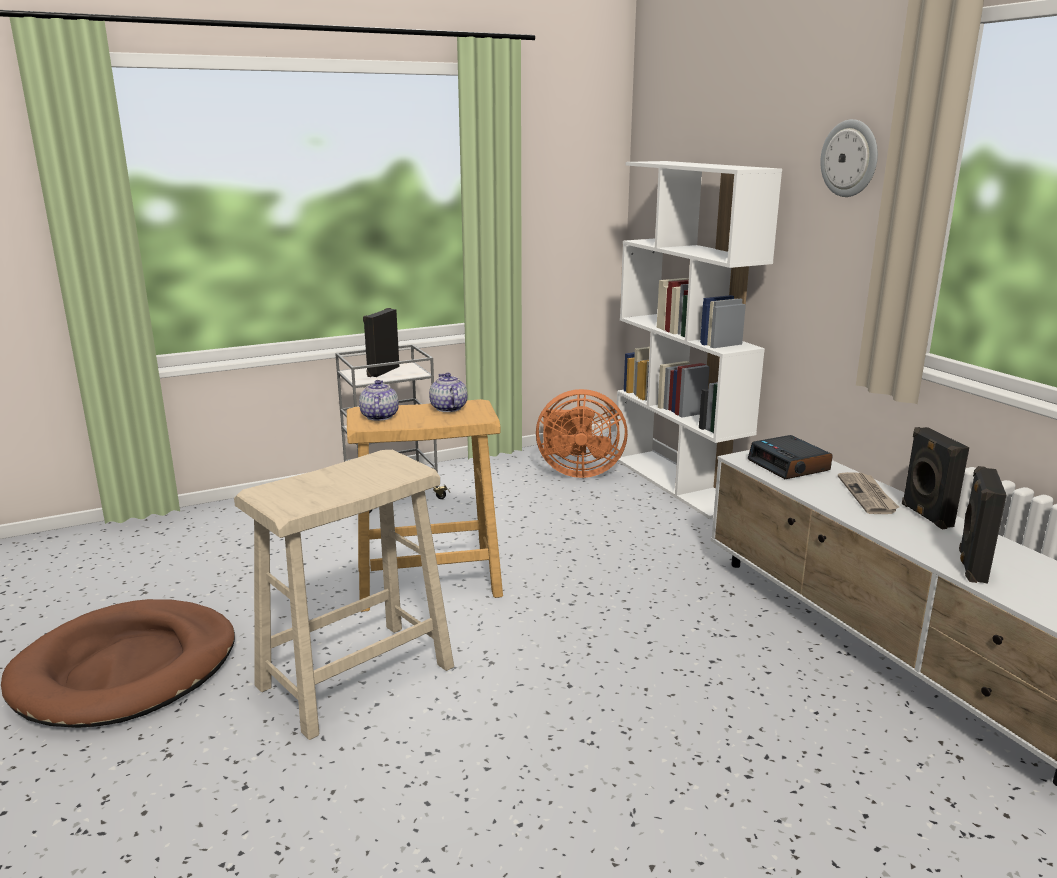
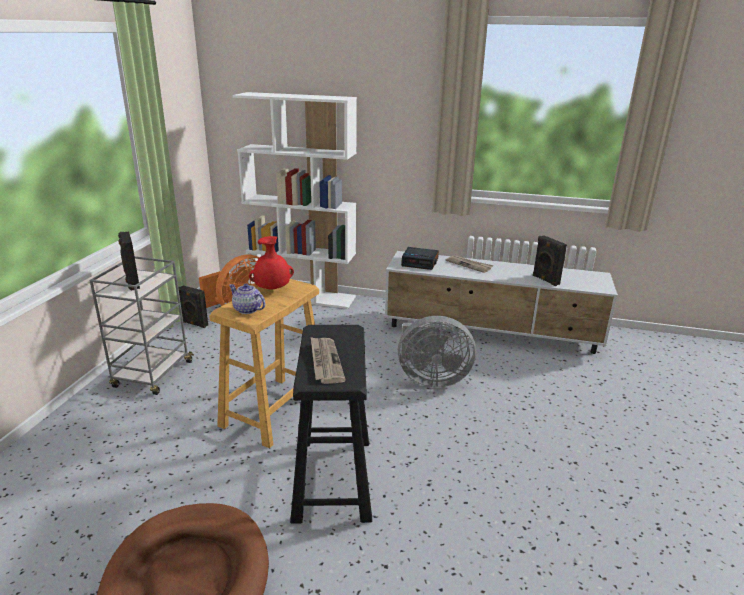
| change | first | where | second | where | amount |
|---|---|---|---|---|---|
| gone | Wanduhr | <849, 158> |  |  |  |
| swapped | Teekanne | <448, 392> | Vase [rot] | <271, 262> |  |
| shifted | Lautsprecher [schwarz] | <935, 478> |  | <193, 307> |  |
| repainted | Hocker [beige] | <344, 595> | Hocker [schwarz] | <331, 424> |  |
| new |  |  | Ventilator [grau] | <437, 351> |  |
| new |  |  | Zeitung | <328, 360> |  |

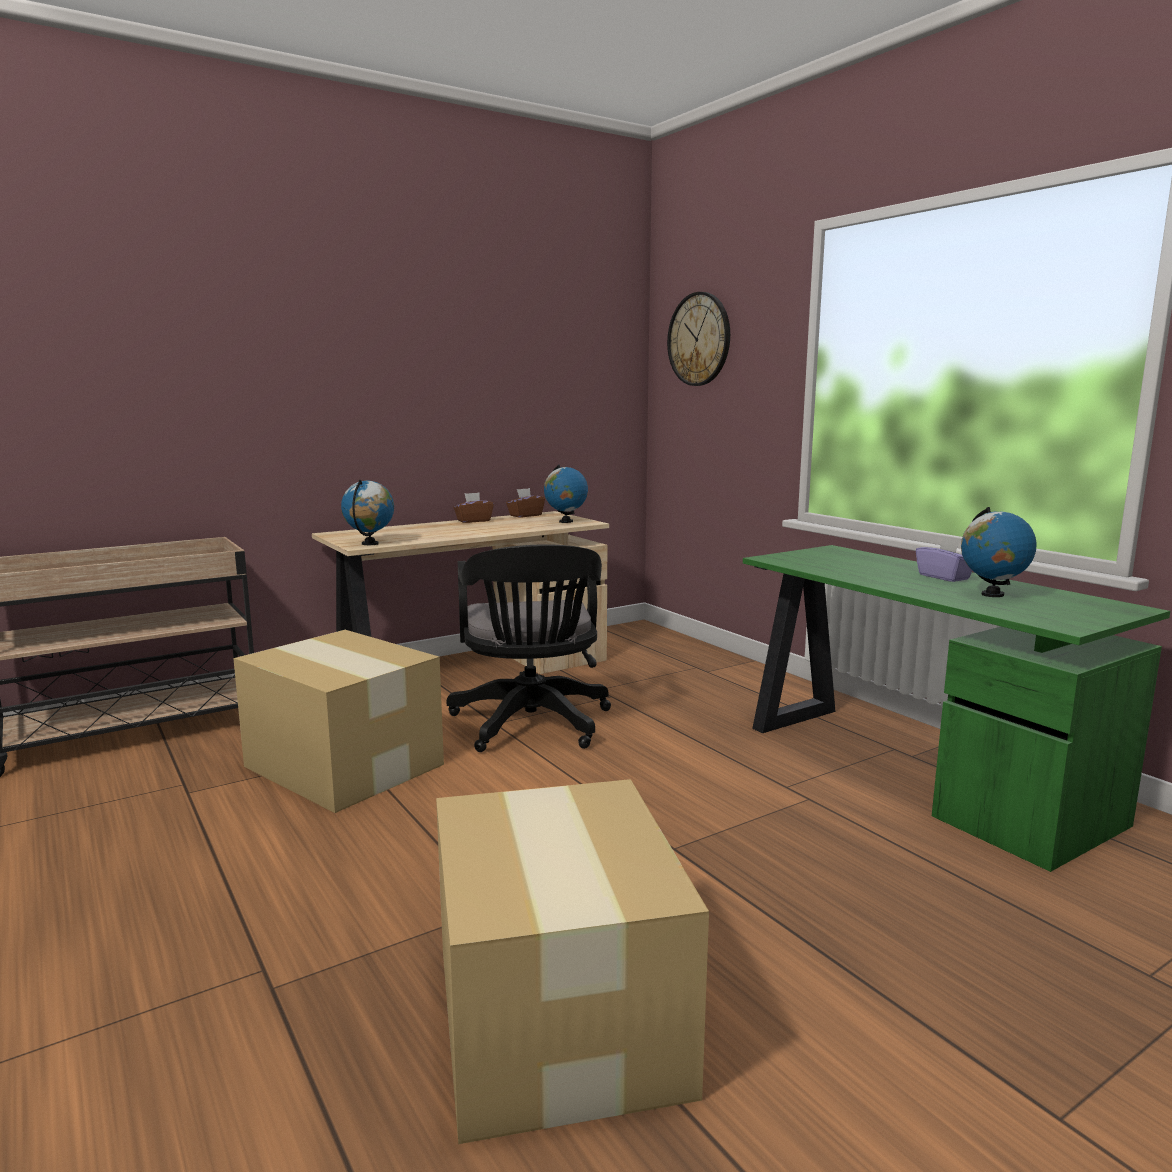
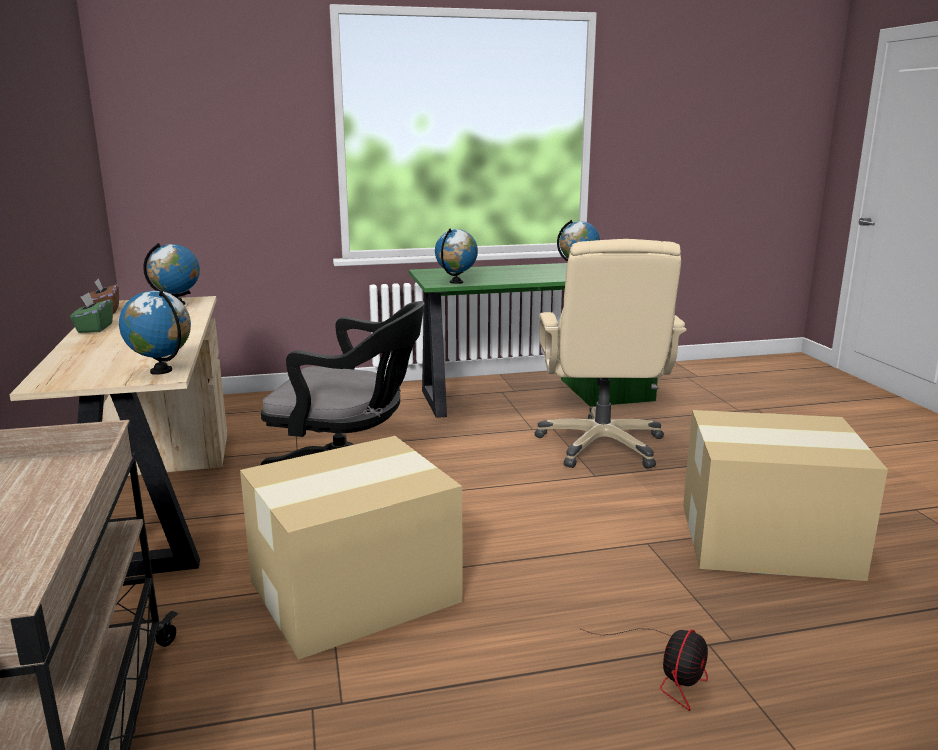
| change | first | where | second | where | amount |
|---|---|---|---|---|---|
| gone | Wanduhr | <698, 339> |  |  |  |
| repainted | Taschentuchbox [braun] | <473, 507> | Taschentuchbox [grün] | <91, 312> |  |
| gone | Taschentuchbox [lila] | <944, 559> |  |  |  |
| new |  |  | Globus | <456, 256> |  |
| new |  |  | Bürostuhl [beige] | <610, 354> |  |
| new |  |  | Ventilator | <644, 669> |  |

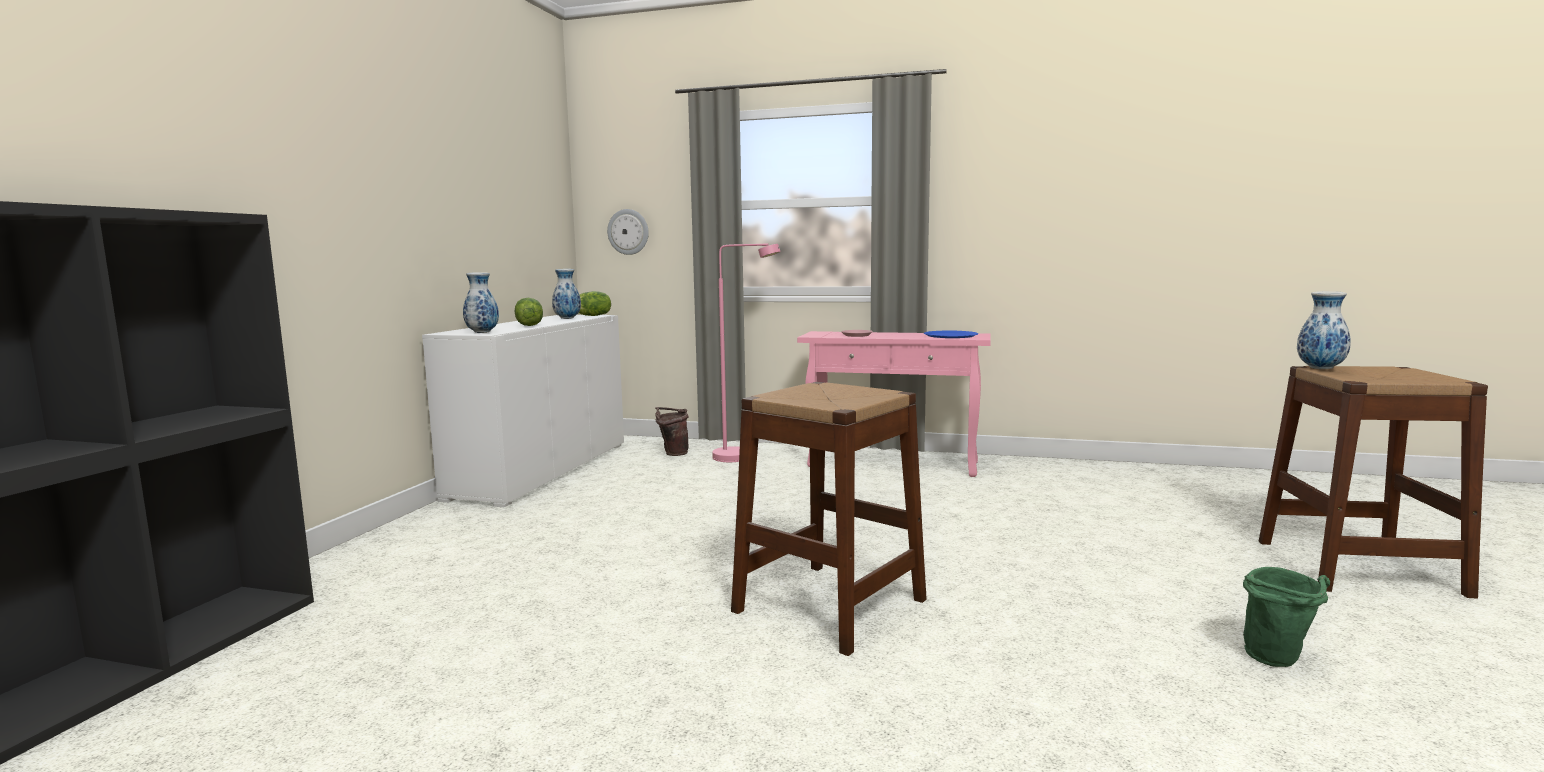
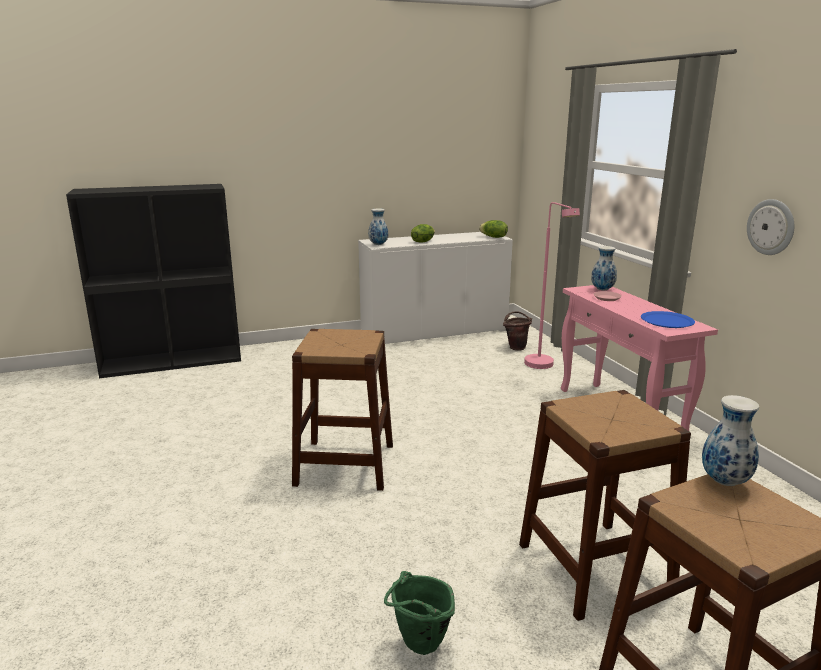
| change | first | where | second | where | amount |
|---|---|---|---|---|---|
| shifted | Wanduhr | <628, 232> |  | <770, 227> |  |
| shifted | Vase | <566, 294> |  | <604, 268> |  |
| new |  |  | Hocker [braun] | <605, 505> |  |

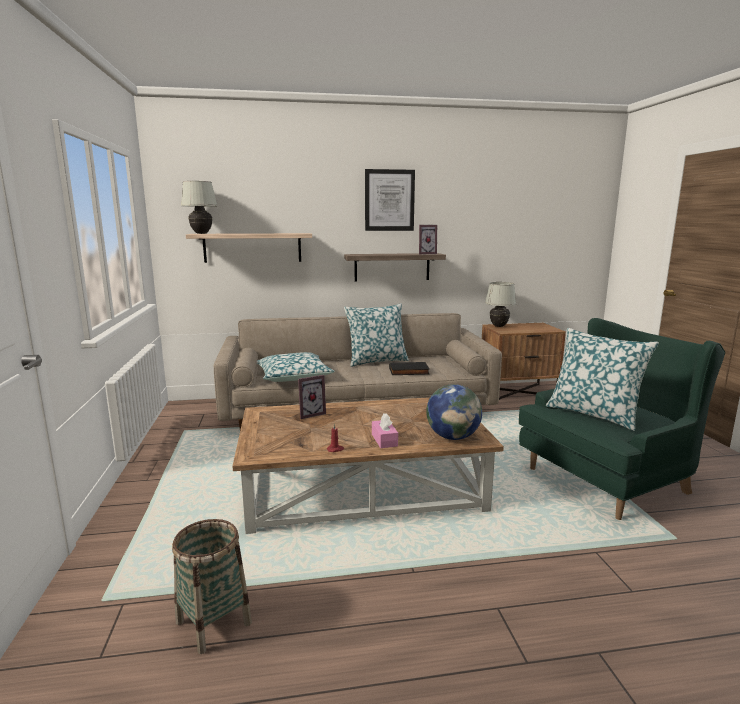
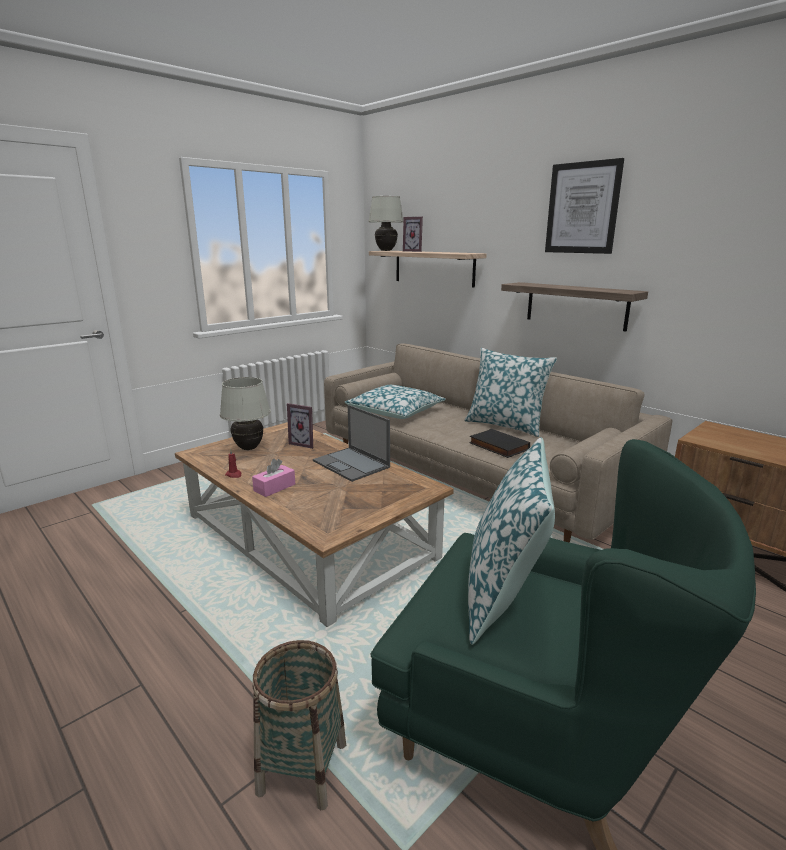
| change | first | where | second | where | amount |
|---|---|---|---|---|---|
| shifted | Bilderrahmen | <428, 240> |  | <413, 234> |  |
| shifted | Tischlampe [weiß] | <500, 304> |  | <245, 413> |  |
| gone | Globus | <454, 412> |  |  |  |
| shifted | Korb | <212, 586> |  | <299, 725> |  |
| new |  |  | Laptop | <351, 443> |  |

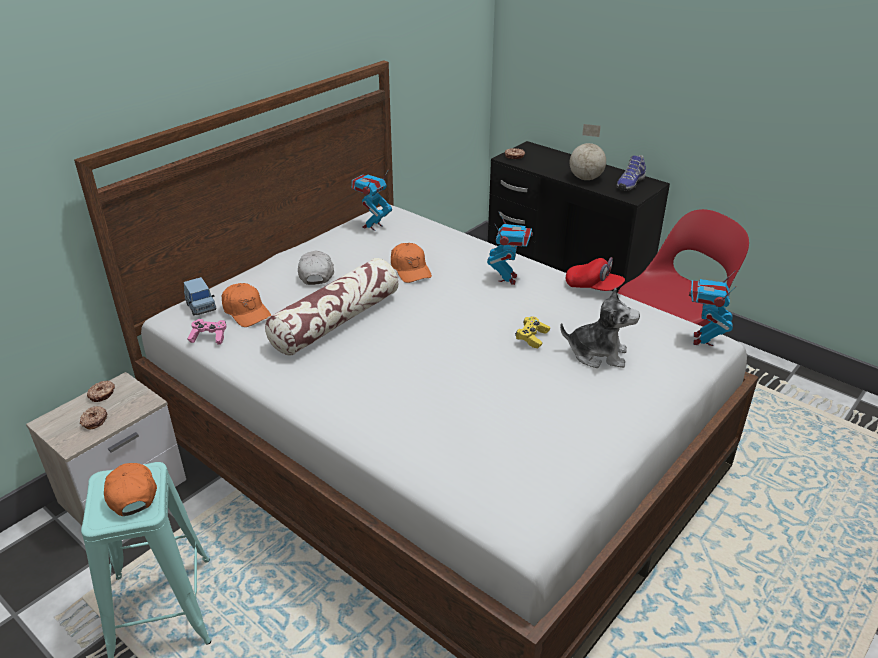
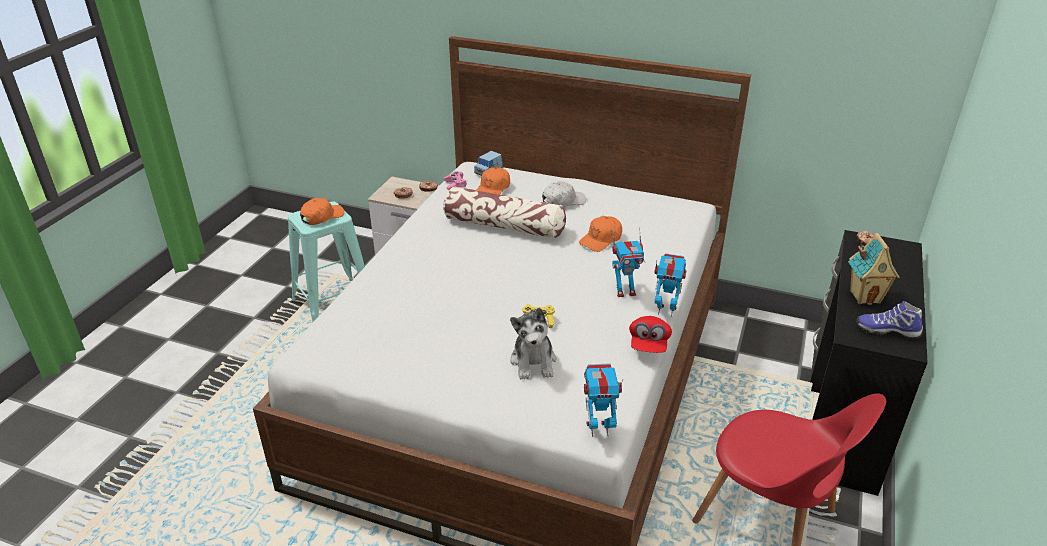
| change | first | where | second | where | amount |
|---|---|---|---|---|---|
| swapped | Globus | <588, 152> | Spielzeughaus | <874, 269> |  |
| shifted | Spielzeugroboter | <372, 201> |  | <670, 285> |  |

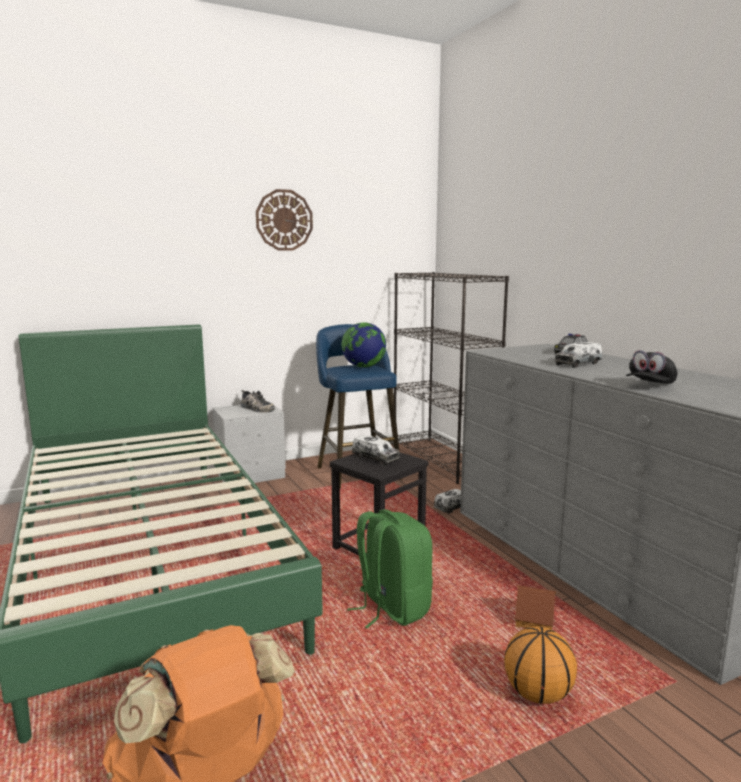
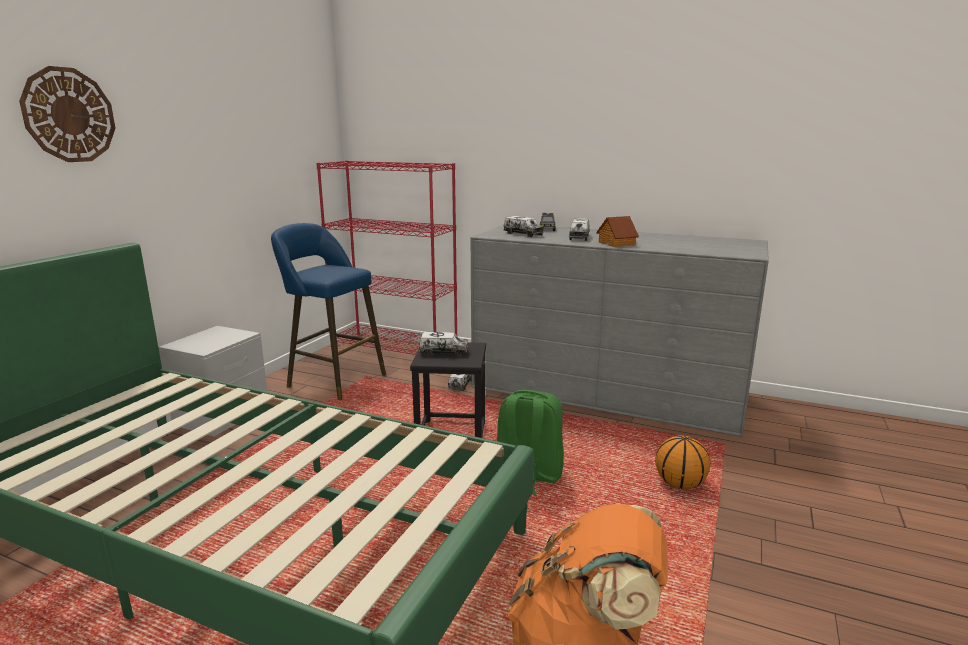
| change | first | where | second | where | amount |
|---|---|---|---|---|---|
| shifted | Wanduhr | <284, 220> |  | <67, 114> |  |
| repainted | Bücherregal [schwarz] | <451, 378> | Bücherregal [rot] | <386, 257> |  |
| gone | Globus | <363, 344> |  |  |  |
| gone | Kappe [schwarz] | <651, 367> |  |  |  |
| gone | Schuh | <258, 401> |  |  |  |
| shifted | Spielzeughaus | <535, 607> |  | <617, 231> |  |
| new |  |  | Spielzeuglaster | <523, 226> |  |

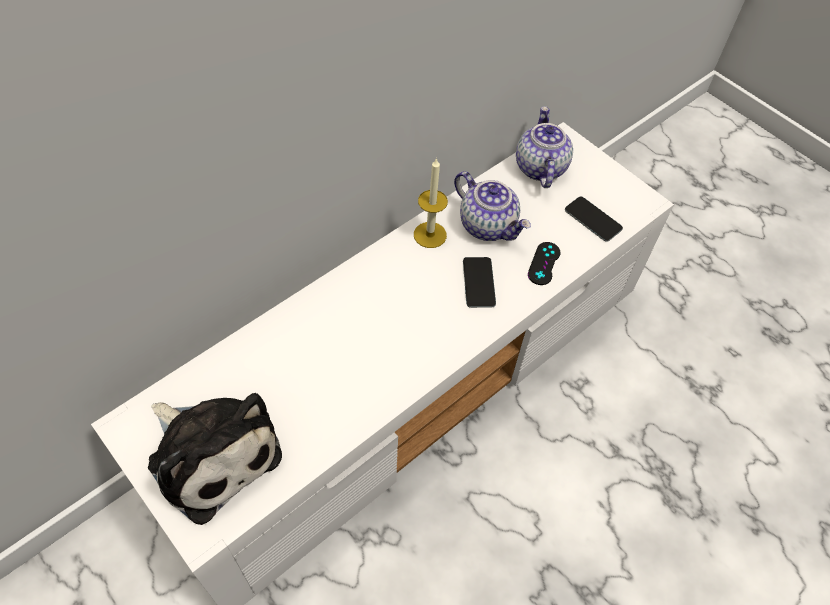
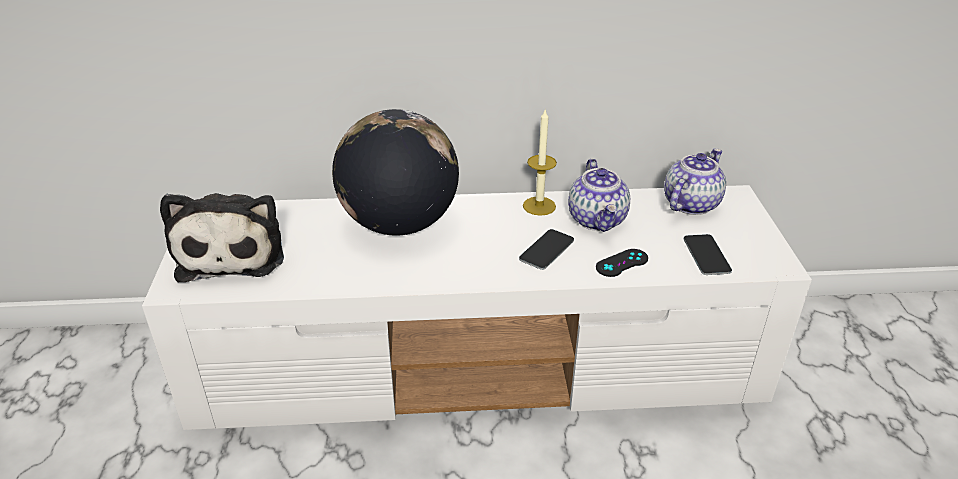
| change | first | where | second | where | amount |
|---|---|---|---|---|---|
| new |  |  | Globus | <395, 172> |  |

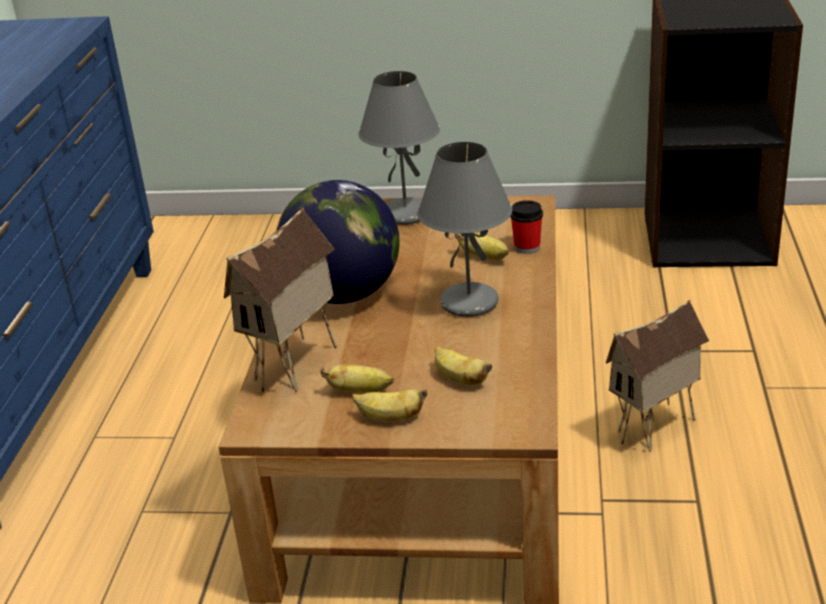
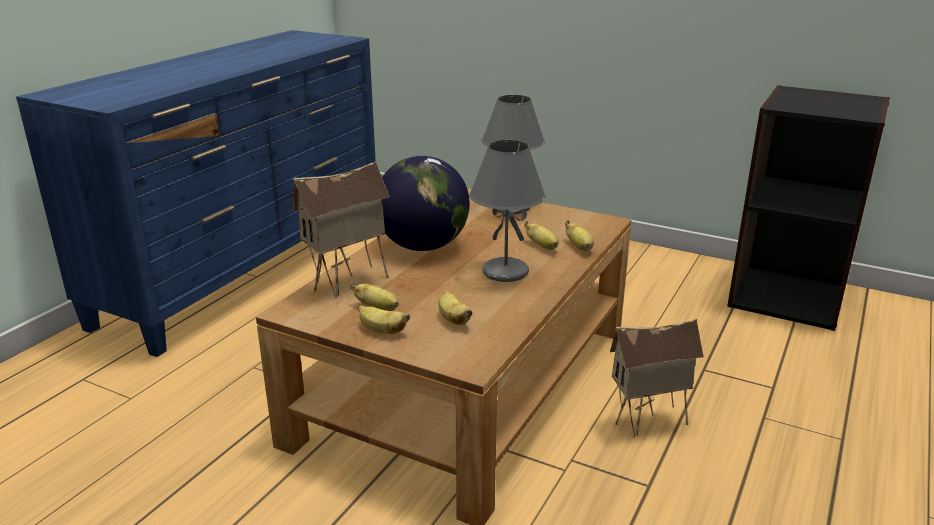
| change | first | where | second | where | amount |
|---|---|---|---|---|---|
| swapped | Tasse | <526, 227> | Banane | <579, 235> |  |

